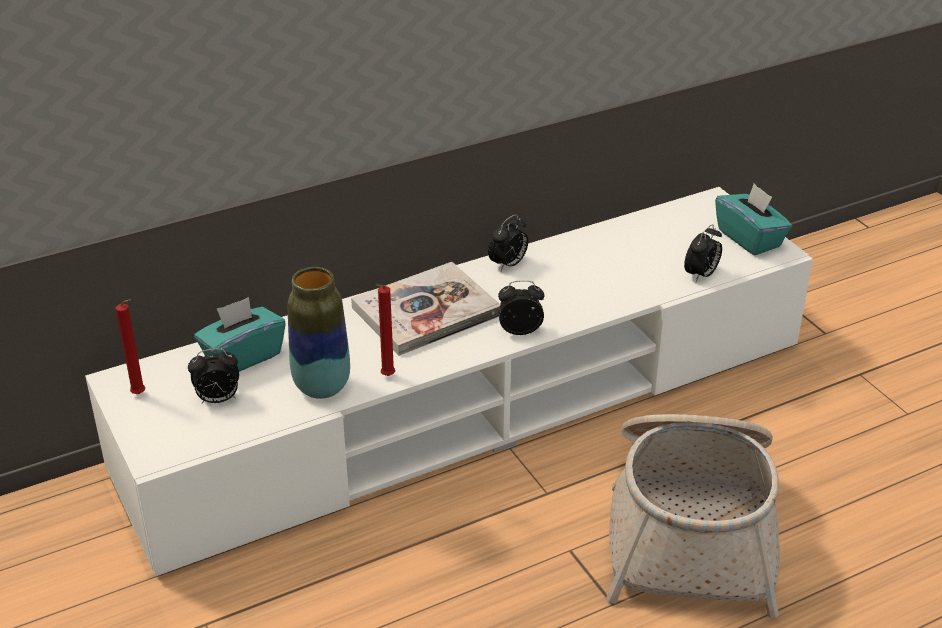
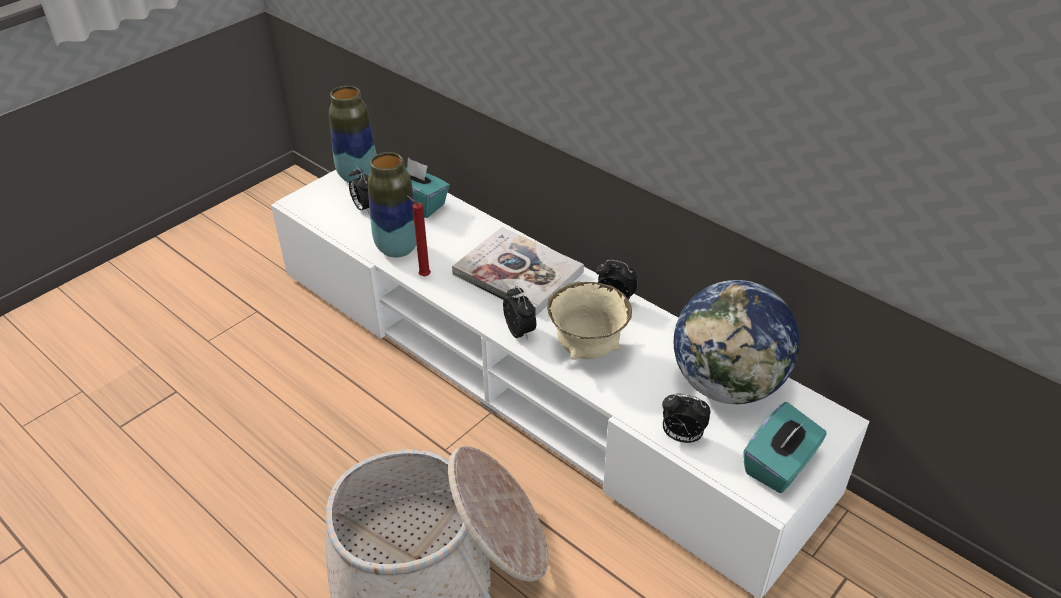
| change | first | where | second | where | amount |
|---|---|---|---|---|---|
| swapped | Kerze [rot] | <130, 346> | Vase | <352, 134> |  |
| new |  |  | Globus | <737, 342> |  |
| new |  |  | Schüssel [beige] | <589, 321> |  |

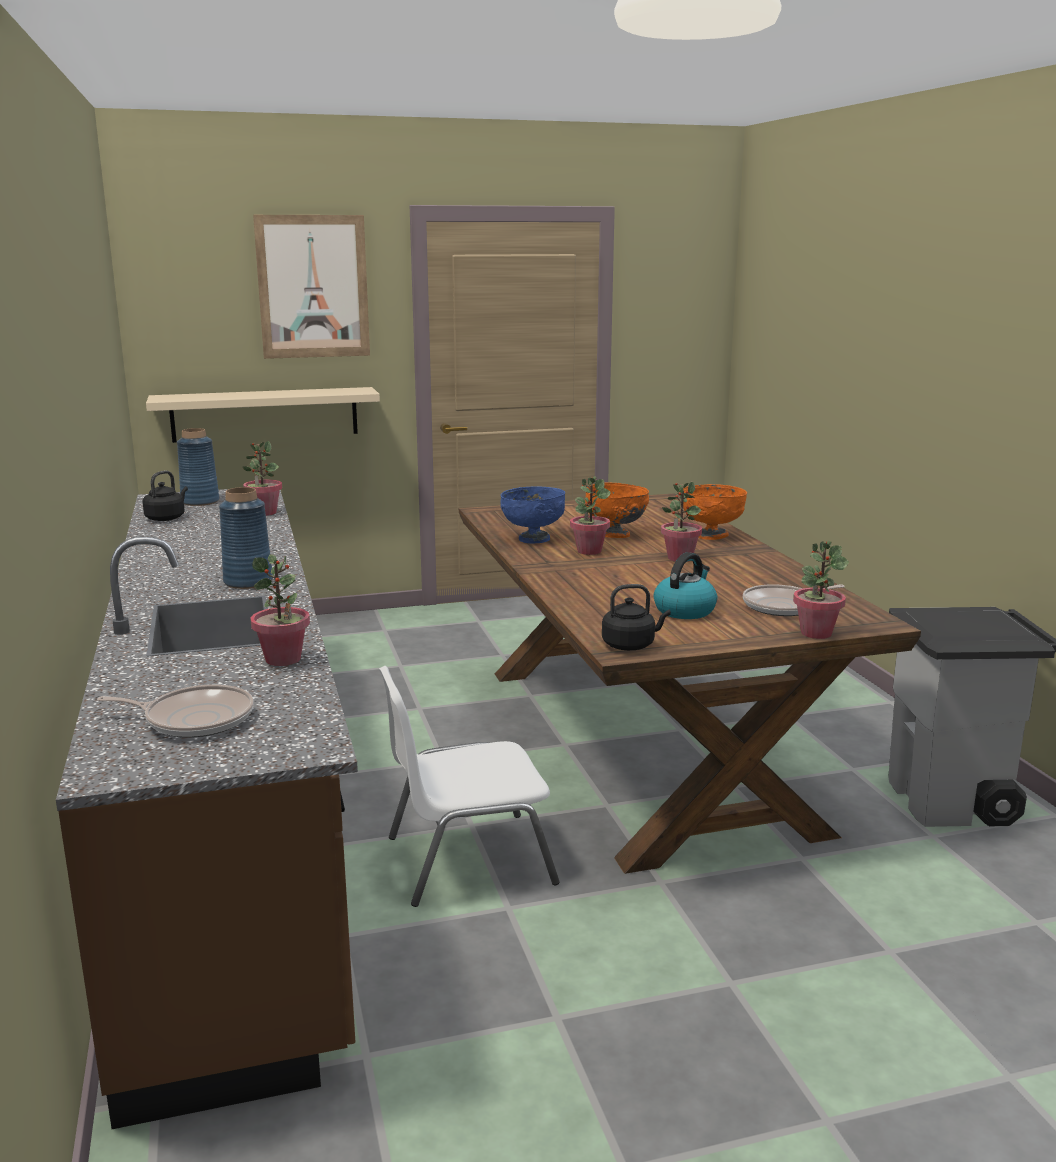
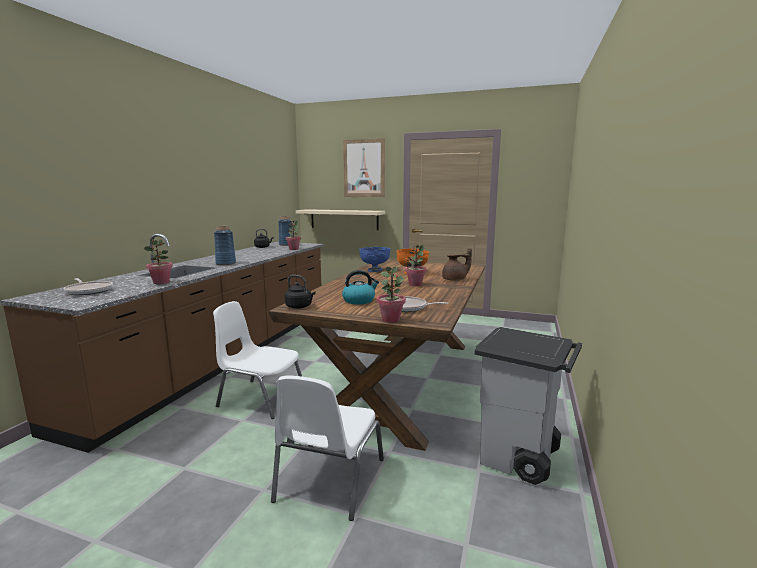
| change | first | where | second | where | amount |
|---|---|---|---|---|---|
| gone | Topfpflanze | <590, 515> |  |  |  |
| swapped | Schüssel [orange] | <715, 512> | Teekanne [braun] | <457, 264> |  |
| new |  |  | Stuhl [weiß] | <327, 448> |  |

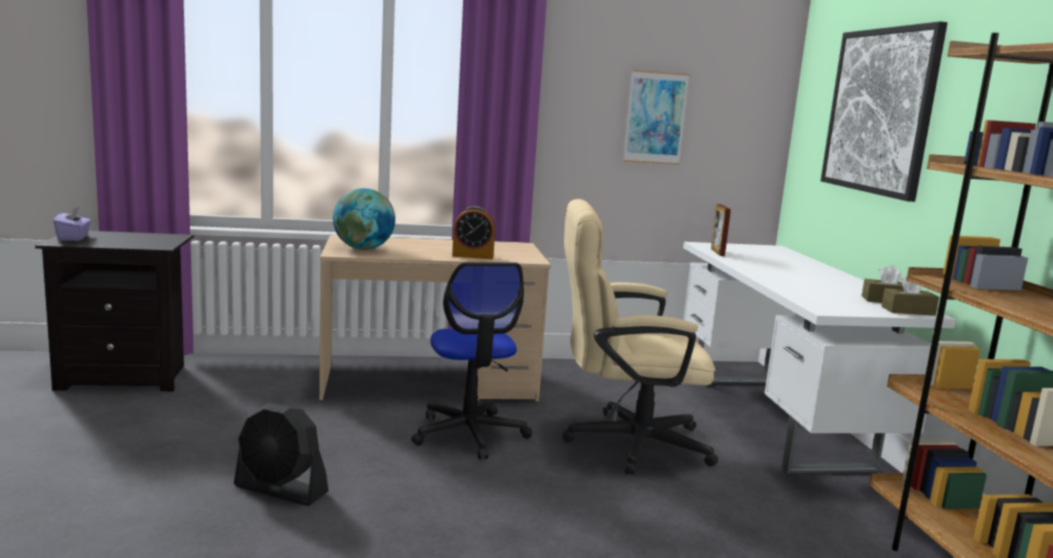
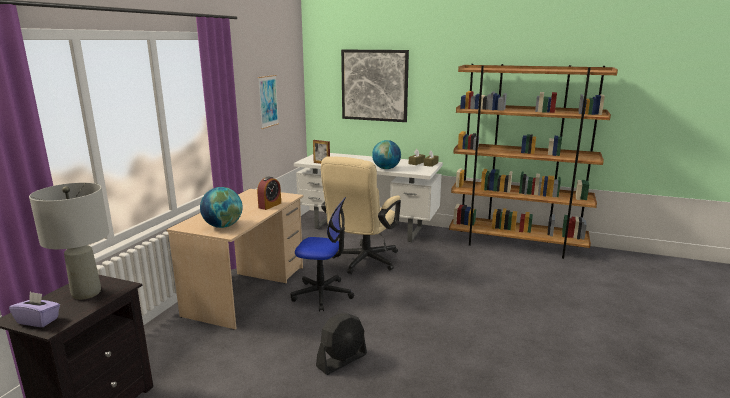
| change | first | where | second | where | amount |
|---|---|---|---|---|---|
| new |  |  | Globus | <386, 154> |  |
| new |  |  | Tischlampe [grau] | <69, 241> |  |

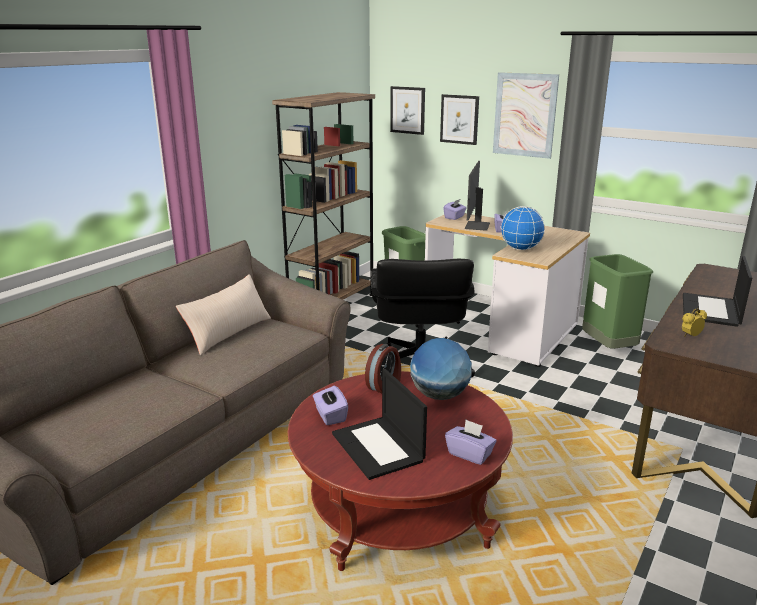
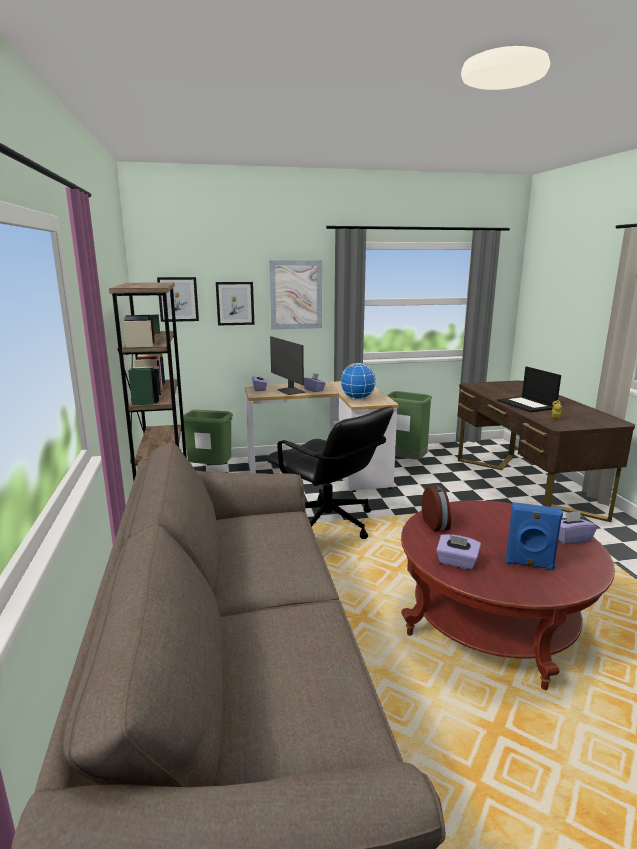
| change | first | where | second | where | amount |
|---|---|---|---|---|---|
| gone | Kissen [beige] | <223, 315> |  |  |  |
| gone | Globus | <441, 369> |  |  |  |
| swapped | Laptop | <379, 424> | Lautsprecher [blau] | <534, 536> |  |

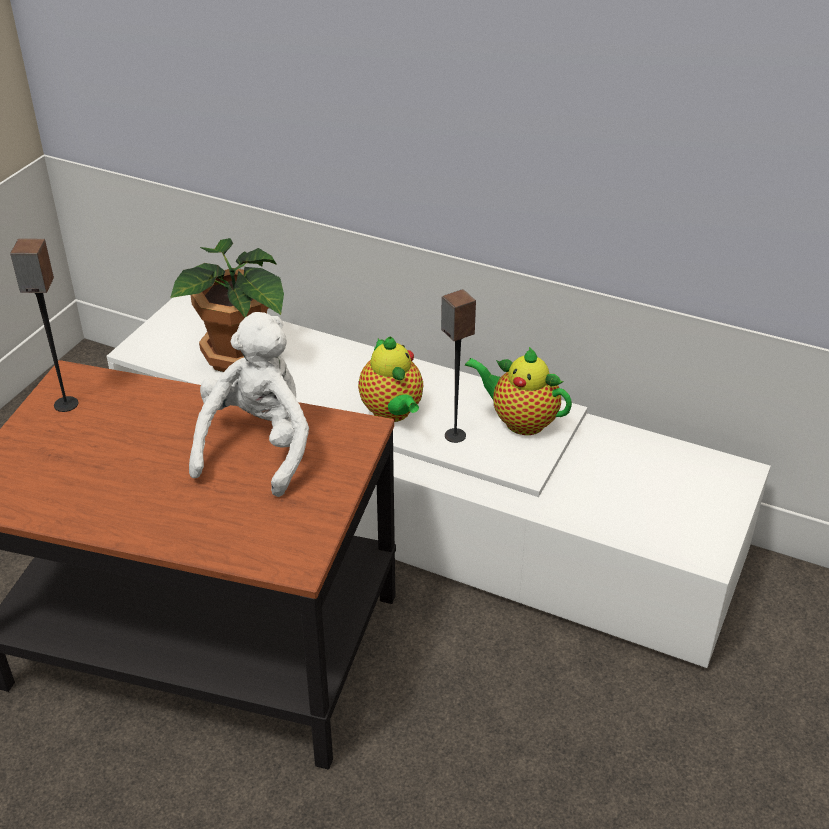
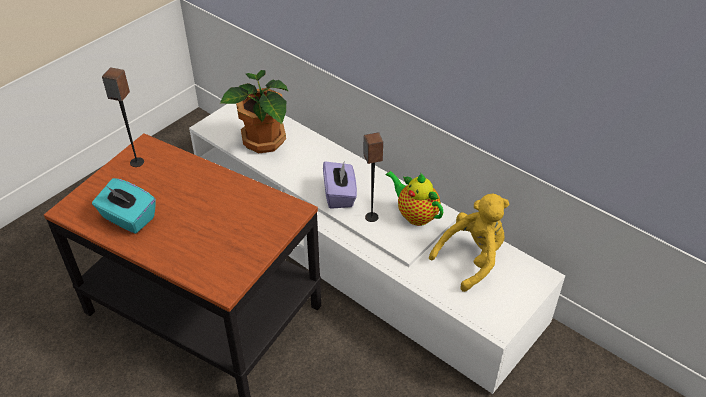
| change | first | where | second | where | amount |
|---|---|---|---|---|---|
| gone | Plüschtier [weiß] | <249, 404> |  |  |  |
| swapped | Teekanne | <390, 379> | Taschentuchbox [lila] | <340, 185> |  |
| new |  |  | Taschentuchbox [türkis] | <124, 206> |  |
| new |  |  | Plüschtier [gelb] | <469, 243> |  |

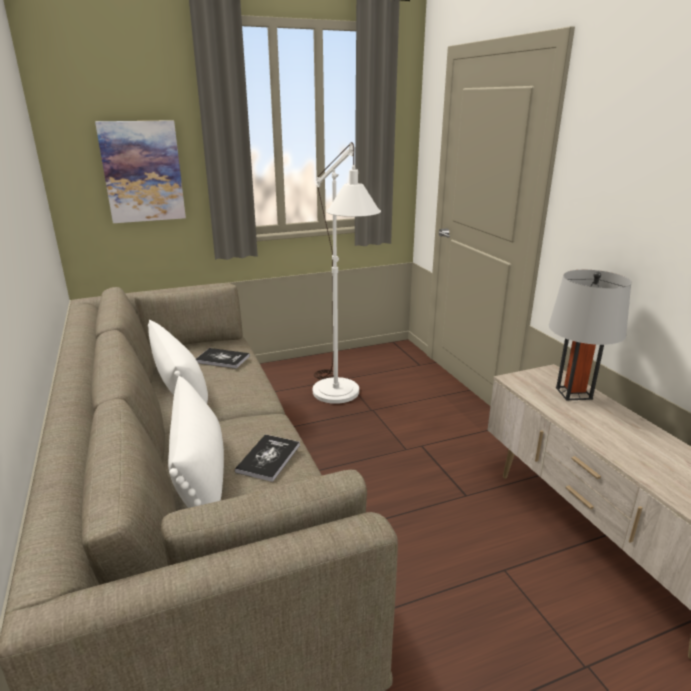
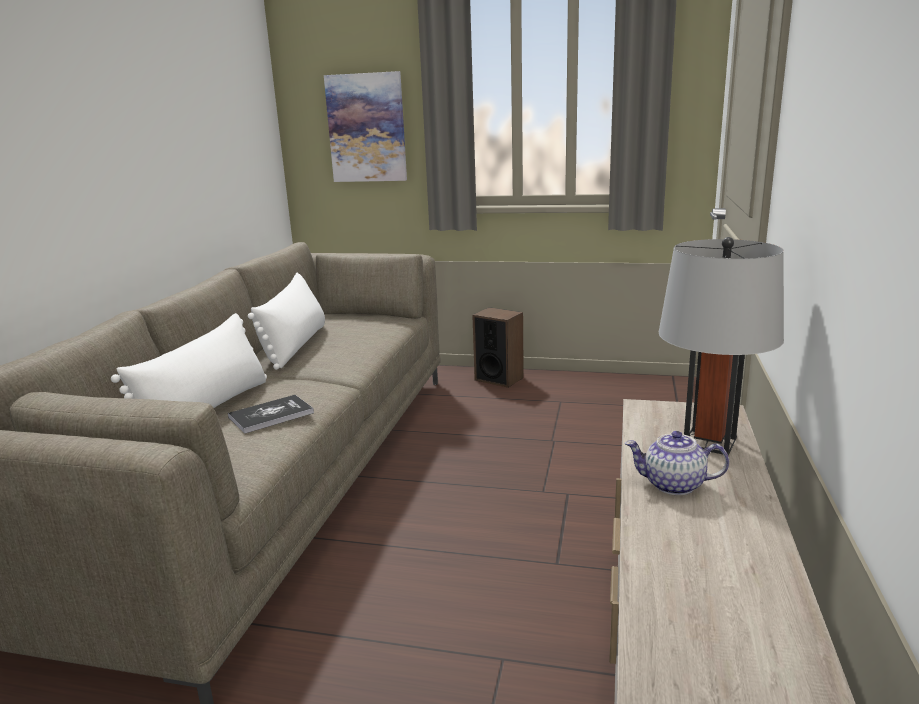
| change | first | where | second | where | amount |
|---|---|---|---|---|---|
| gone | Stehlampe [weiß] | <347, 273> |  |  |  |
| gone | Buch | <223, 358> |  |  |  |
| new |  |  | Lautsprecher | <498, 347> |  |
| new |  |  | Teekanne | <677, 463> |  |

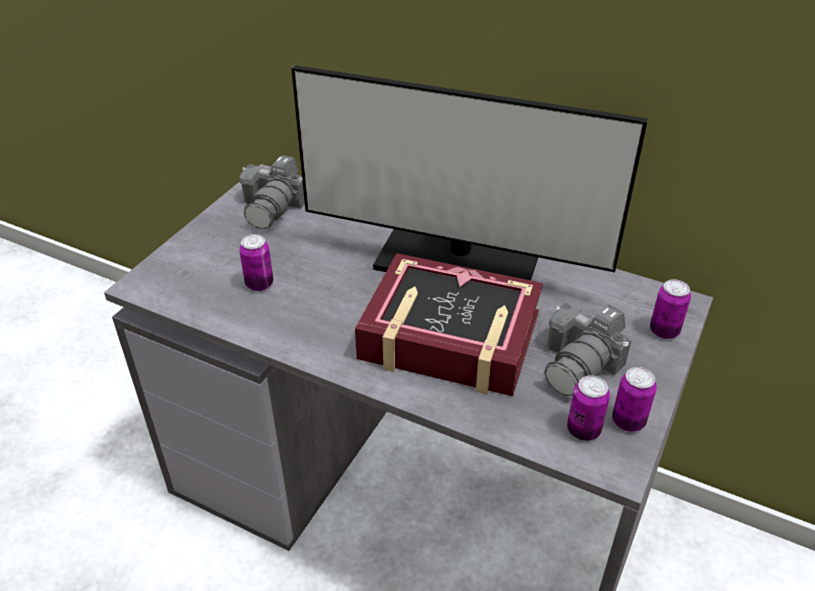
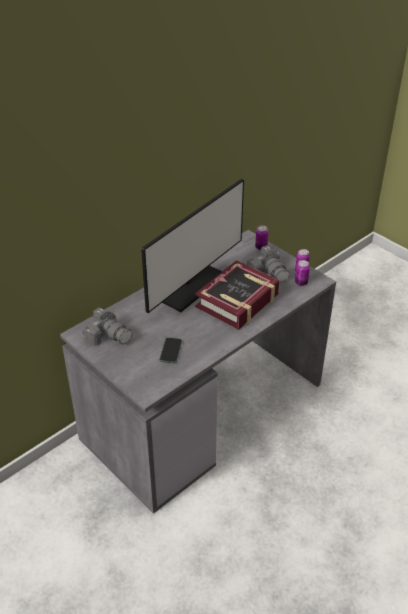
| change | first | where | second | where | amount |
|---|---|---|---|---|---|
| swapped | Dose | <256, 262> | Handy | <170, 350> |  |

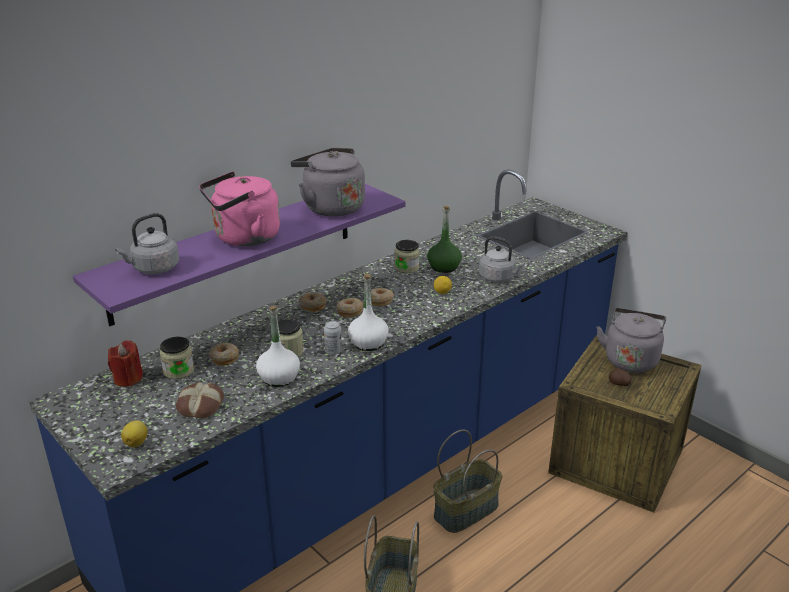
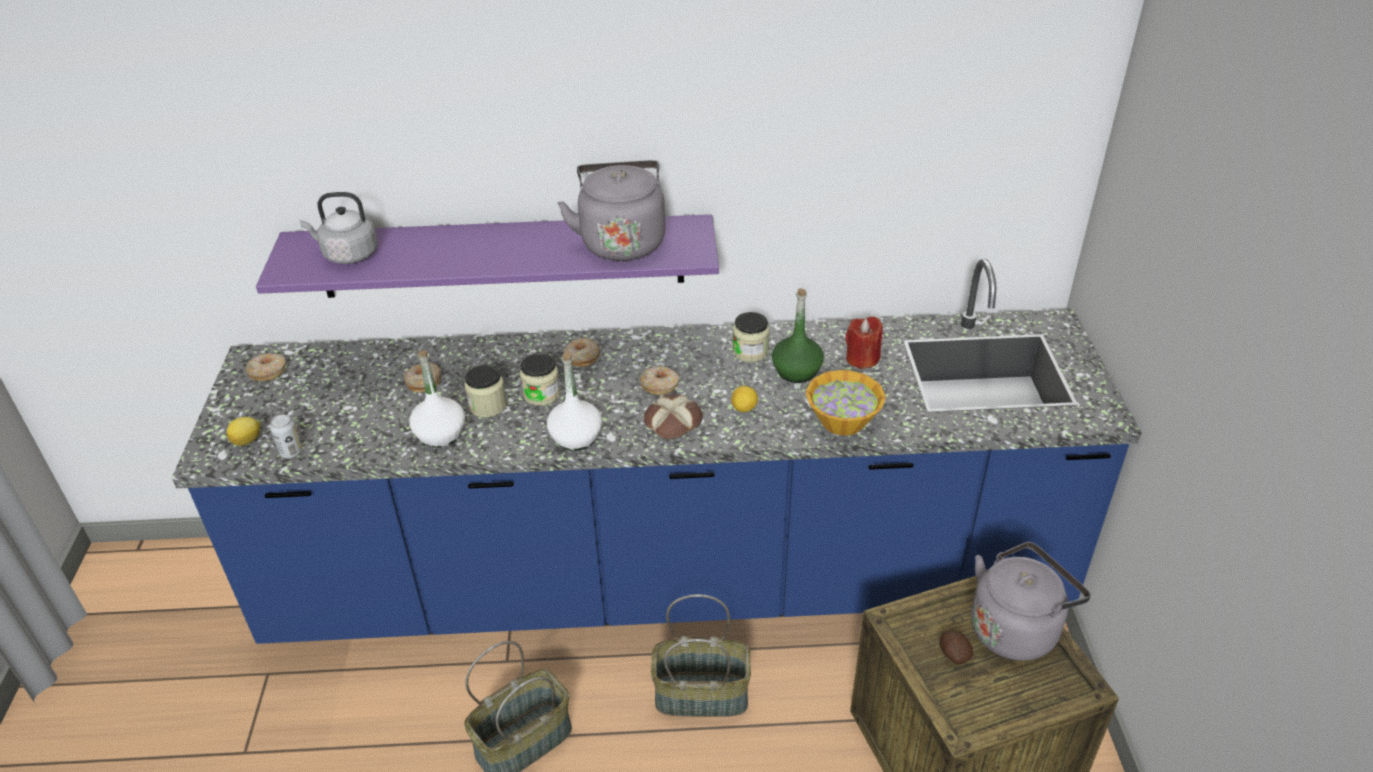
| change | first | where | second | where | amount |
|---|---|---|---|---|---|
| gone | Wasserkessel [rosa] | <239, 208> |  |  |  |
| swapped | Wasserkessel [grau] | <502, 259> | Schüssel | <846, 403> |  |
| shifted | Donut | <349, 308> |  | <266, 367> |  |
| shifted | Dose | <333, 338> |  | <286, 436> |  |
| shifted | Vorratsglas | <177, 358> |  | <540, 380> |  |
| shifted | Kerze [rot] | <125, 363> |  | <864, 342> |  |
| shifted | Brot | <200, 400> |  | <673, 416> |  |

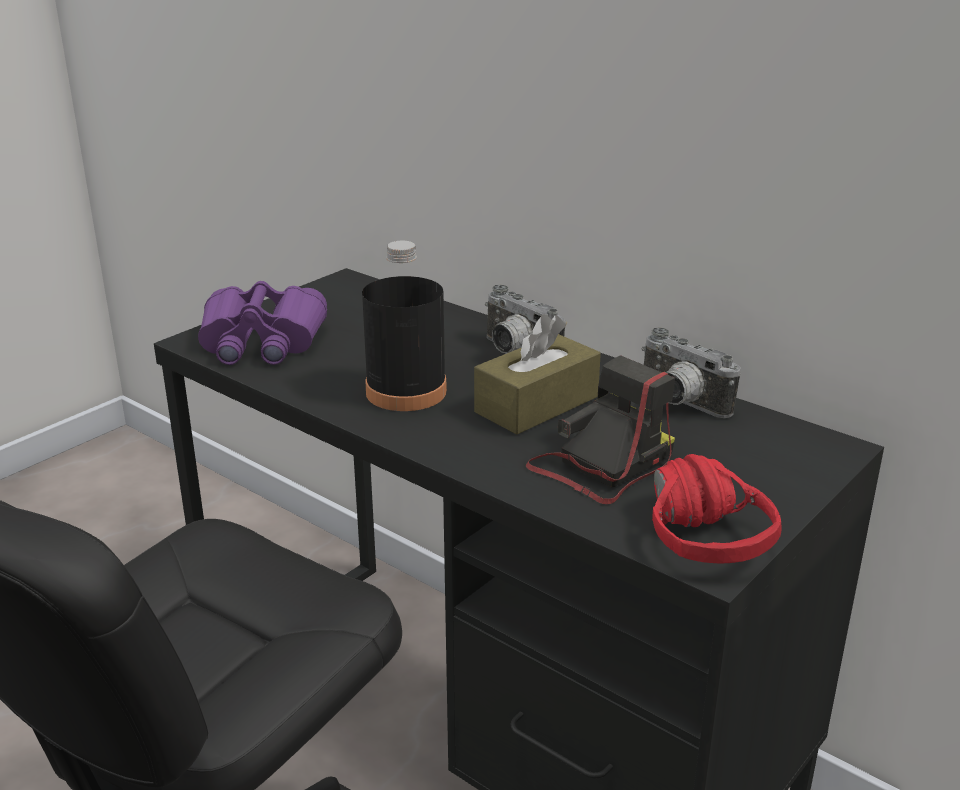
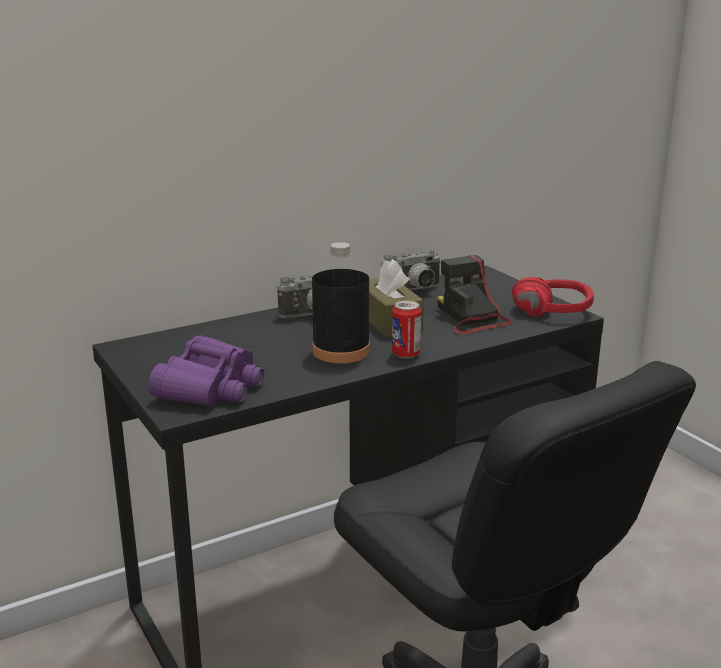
| change | first | where | second | where | amount |
|---|---|---|---|---|---|
| new |  |  | Dose | <406, 329> |  |

